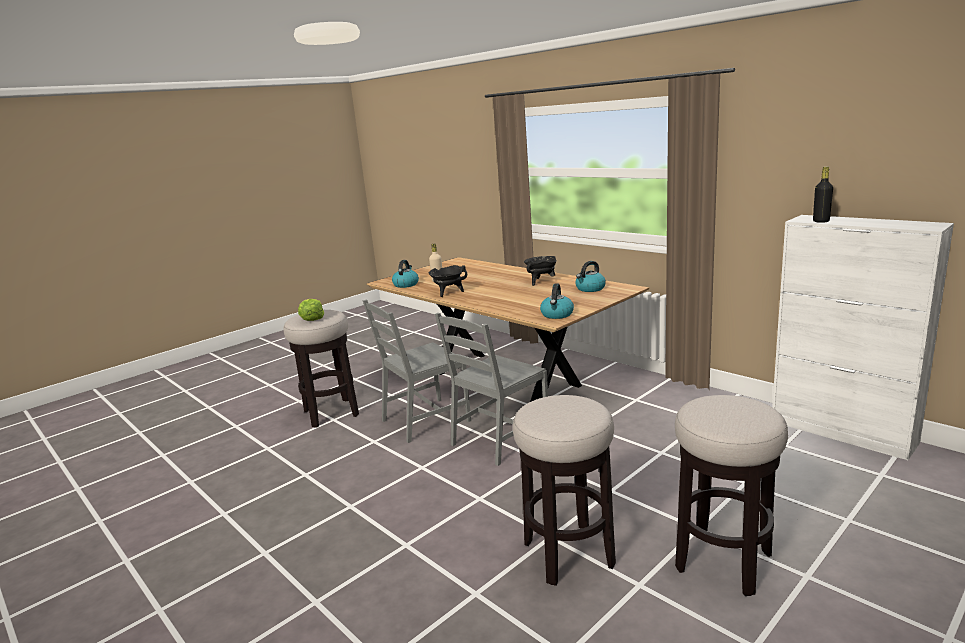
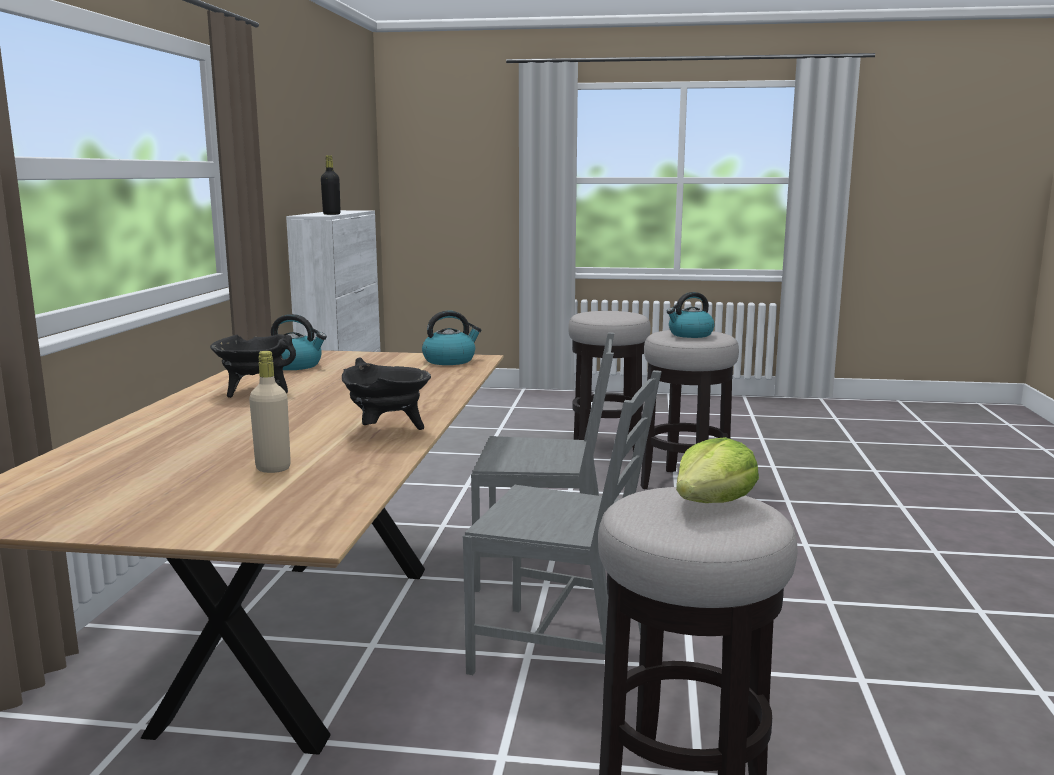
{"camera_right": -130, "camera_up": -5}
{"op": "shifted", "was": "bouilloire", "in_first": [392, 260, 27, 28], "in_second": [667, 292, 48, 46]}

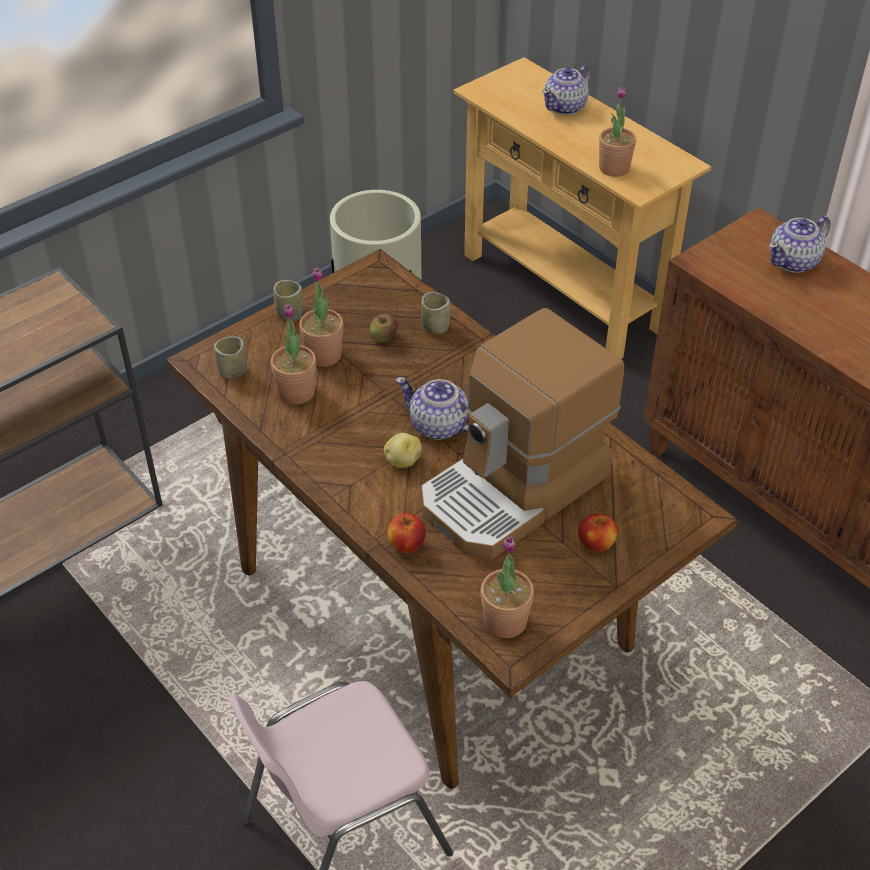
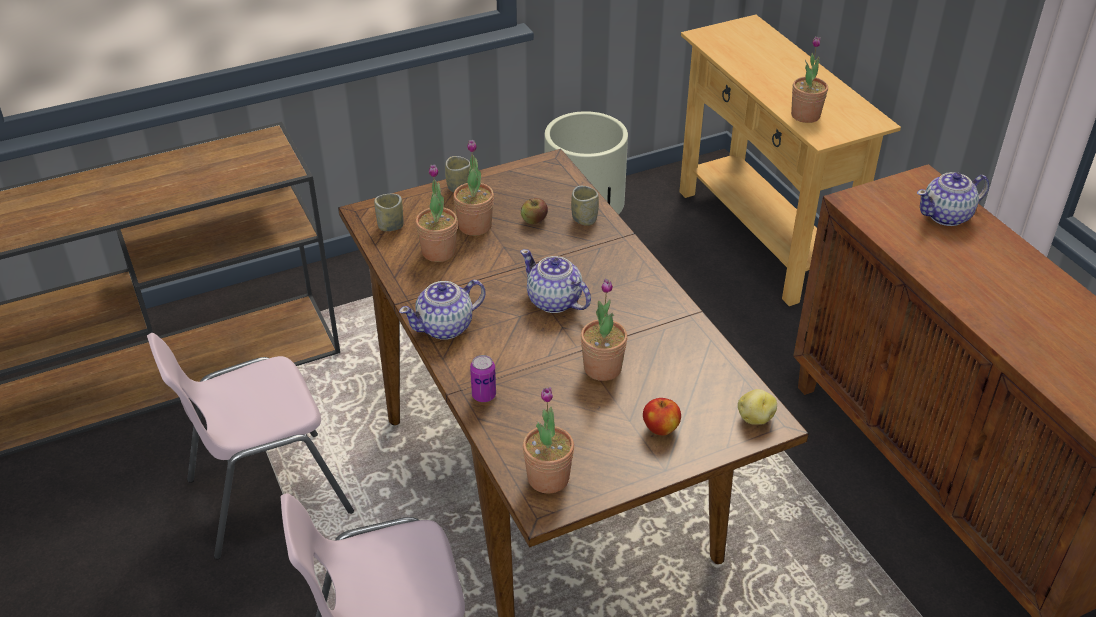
{"camera_right": 15, "camera_up": -5}
{"op": "shifted", "was": "pomme de terre", "in_first": [384, 433, 38, 35], "in_second": [738, 389, 39, 36]}
{"op": "swapped", "was": "pomme", "now": "boîte métallique", "in_first": [387, 513, 39, 40], "in_second": [470, 355, 26, 47]}
{"op": "swapped", "was": "machine à café", "now": "plante en pot", "in_first": [421, 308, 203, 251], "in_second": [581, 278, 47, 103]}
{"op": "shifted", "was": "théière", "in_first": [542, 65, 49, 50], "in_second": [399, 280, 87, 60]}
{"op": "new", "now": "chaise [rose]", "in_second": [147, 333, 207, 226]}

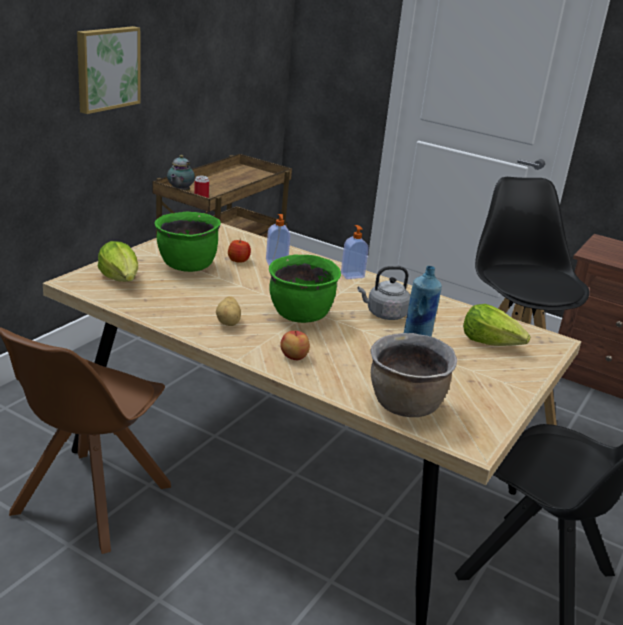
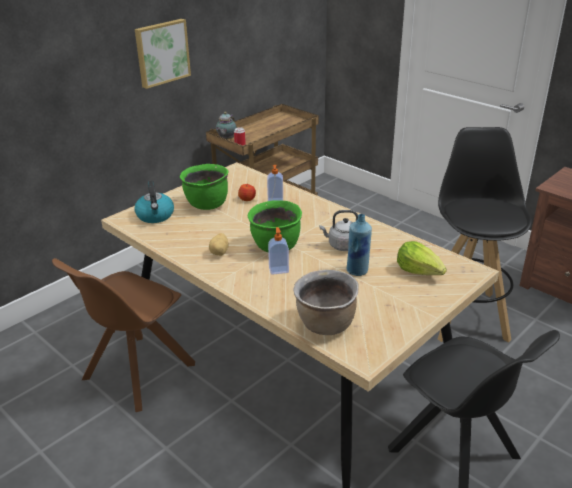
{"camera_right": 15, "camera_up": 5}
{"op": "swapped", "was": "laitue", "now": "bouilloire", "in_first": [97, 241, 41, 41], "in_second": [134, 181, 40, 42]}
{"op": "gone", "was": "pomme", "in_first": [280, 330, 30, 30]}
{"op": "shifted", "was": "distributeur de savon", "in_first": [341, 225, 28, 54], "in_second": [268, 227, 21, 48]}

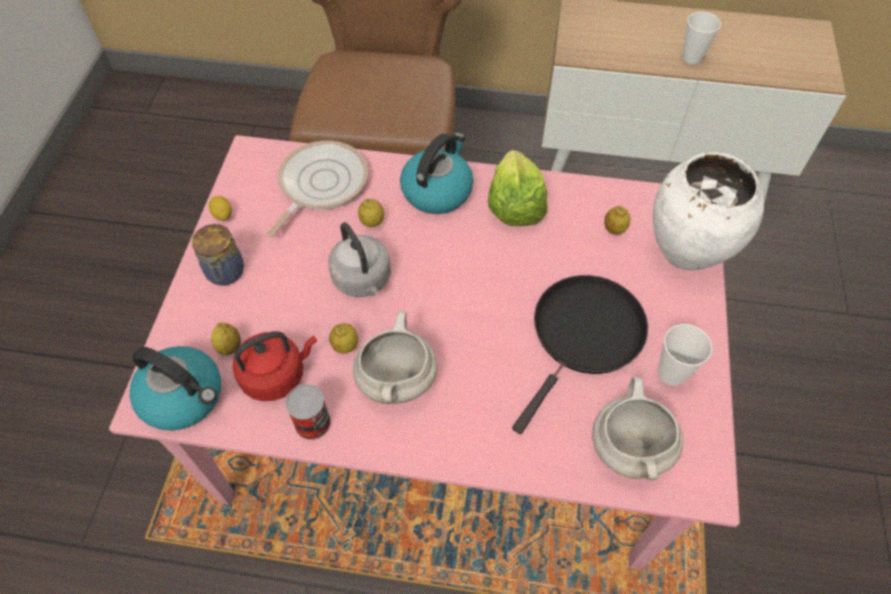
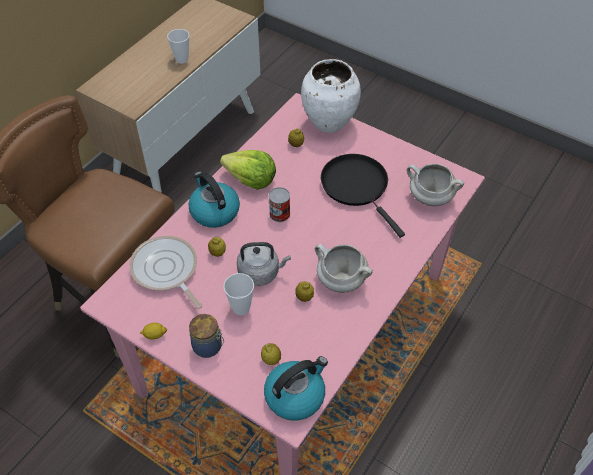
{"camera_right": -65, "camera_up": -5}
{"op": "gone", "was": "bouilloire [rouge]", "in_first": [233, 331, 84, 70]}
{"op": "shifted", "was": "boîte métallique", "in_first": [286, 384, 45, 56], "in_second": [269, 187, 21, 35]}
{"op": "shifted", "was": "tasse", "in_first": [659, 324, 54, 62], "in_second": [223, 273, 31, 42]}

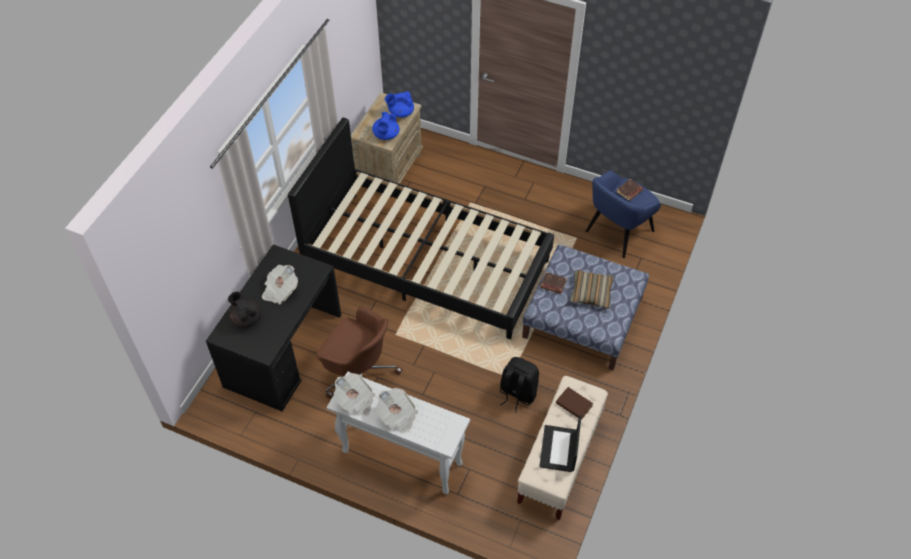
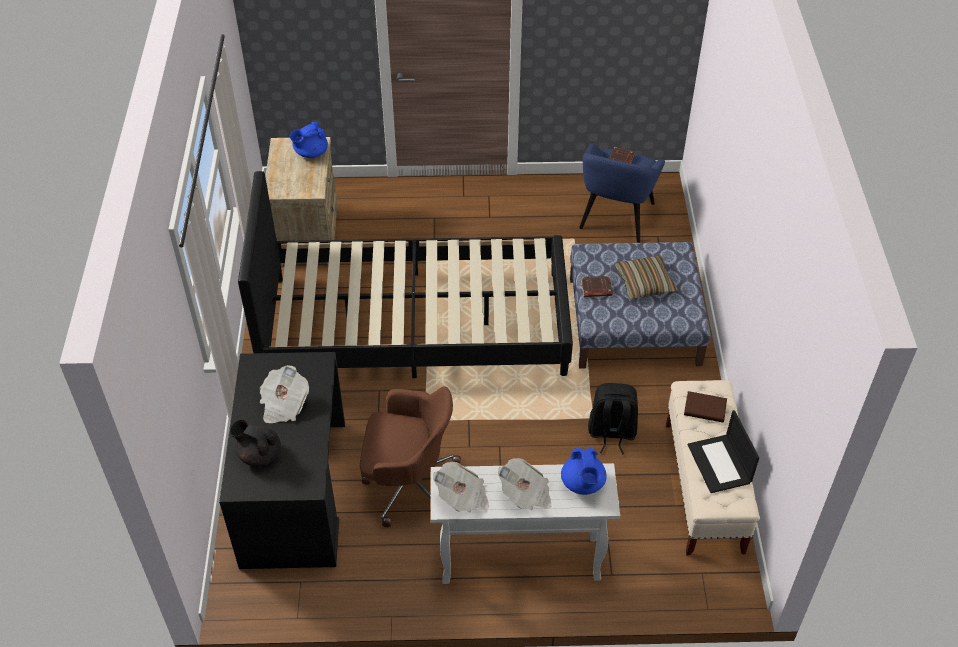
{"camera_right": -25, "camera_up": -5}
{"op": "shifted", "was": "théière [bleu]", "in_first": [372, 112, 27, 28], "in_second": [561, 448, 46, 47]}

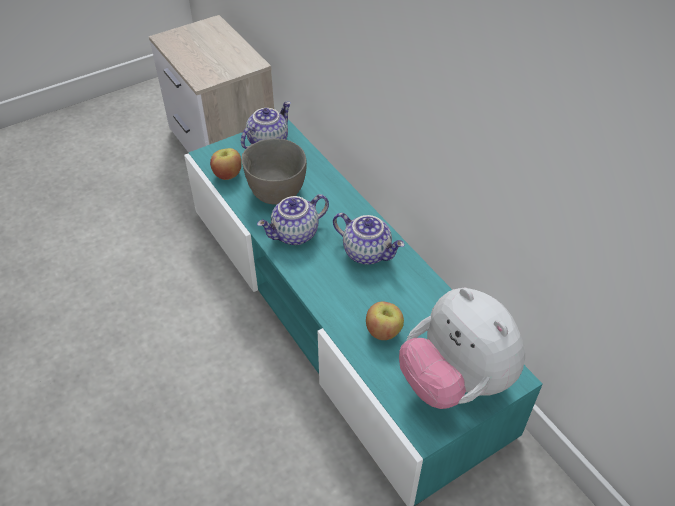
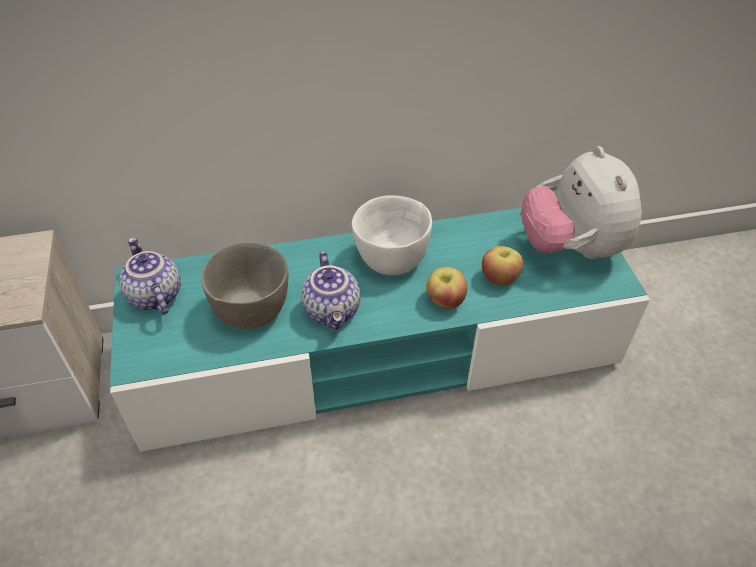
{"camera_right": -70, "camera_up": 0}
{"op": "shifted", "was": "pomme", "in_first": [210, 148, 32, 32], "in_second": [426, 267, 41, 42]}
{"op": "swapped", "was": "théière", "now": "bol [blanc]", "in_first": [333, 213, 72, 51], "in_second": [352, 195, 80, 81]}
{"op": "rotated", "was": "peluche", "in_first": [399, 288, 126, 121], "in_second": [521, 146, 121, 113], "clockwise": 90}

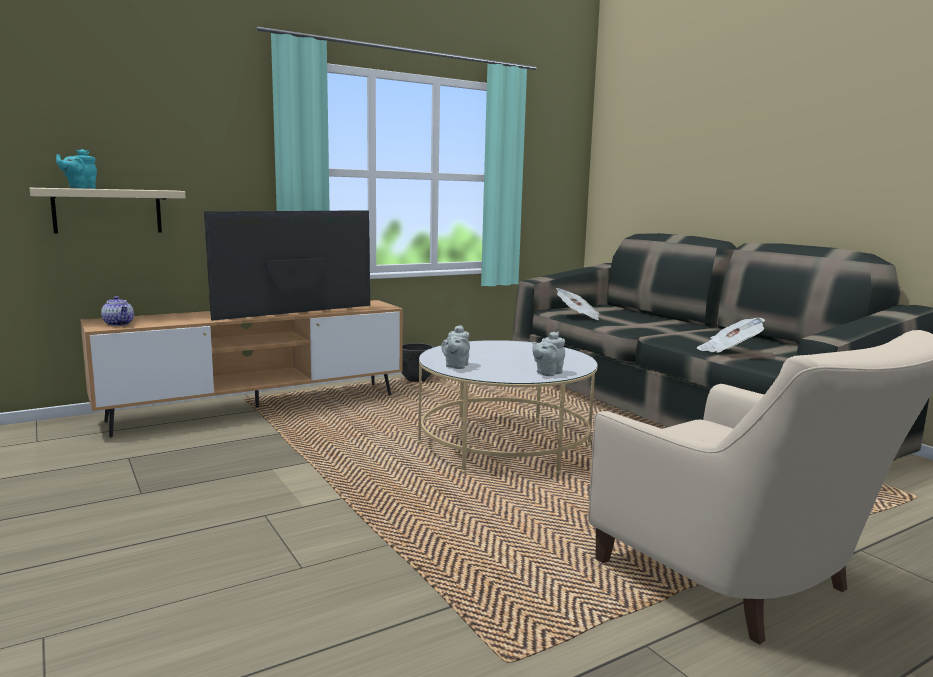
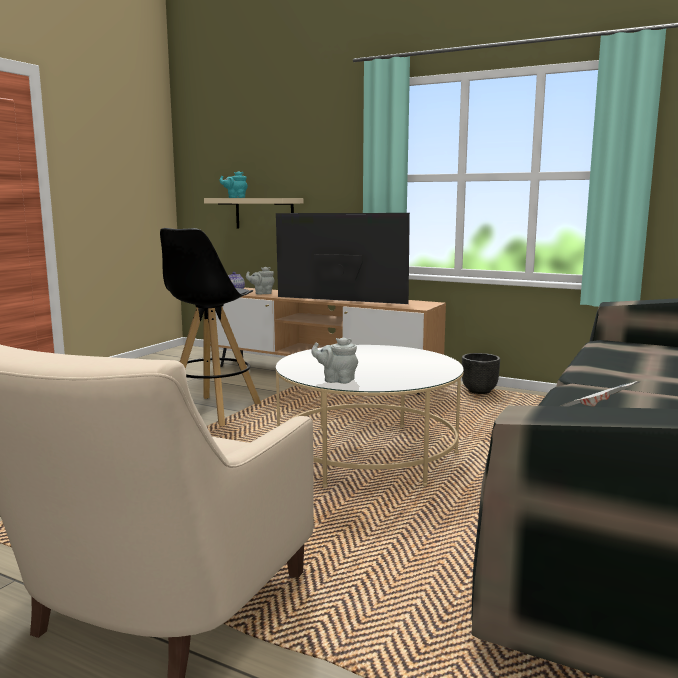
{"camera_right": 60, "camera_up": 0}
{"op": "shifted", "was": "théière [gris]", "in_first": [441, 325, 29, 44], "in_second": [246, 267, 29, 28]}
{"op": "gone", "was": "journal", "in_first": [556, 288, 43, 32]}
{"op": "new", "now": "tabouret [noir]", "in_second": [160, 228, 101, 198]}

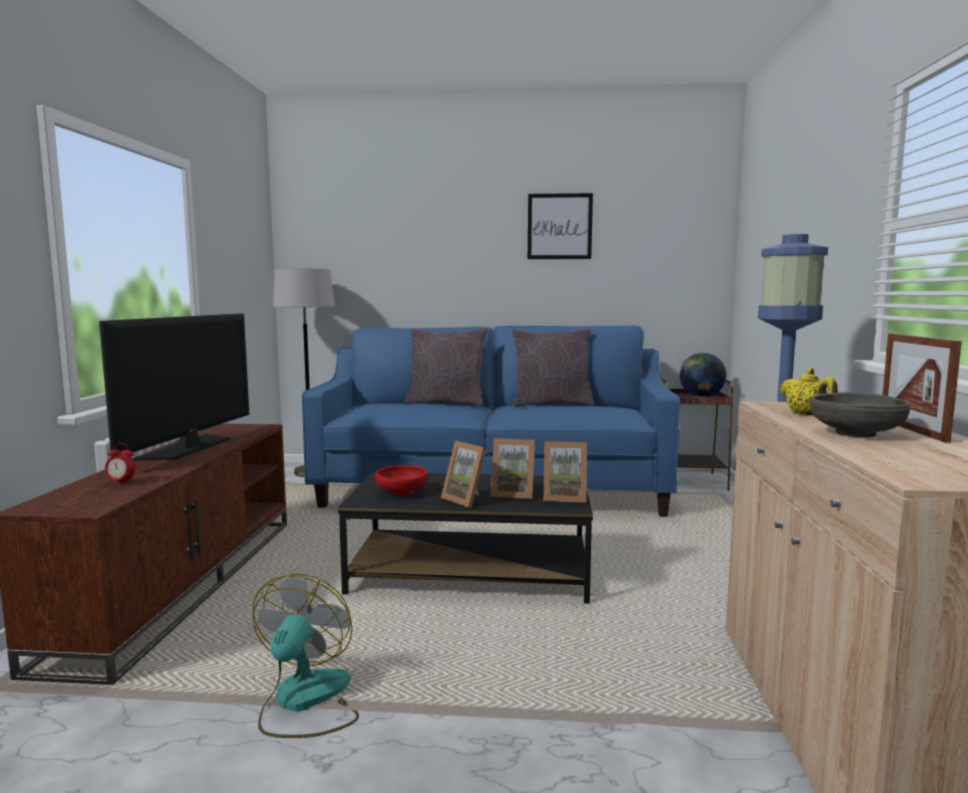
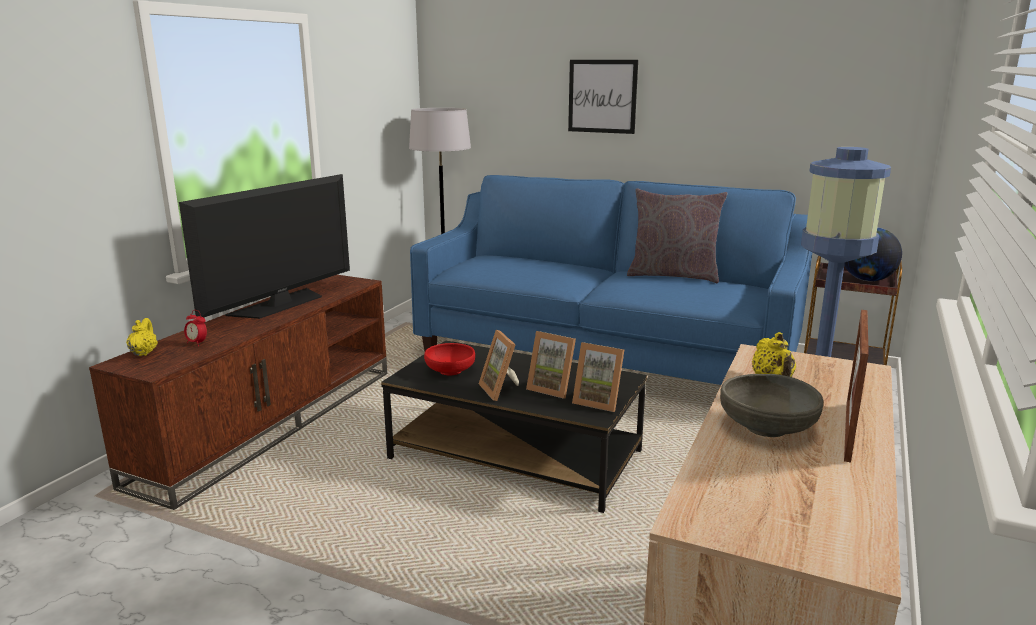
{"camera_right": 20, "camera_up": 10}
{"op": "gone", "was": "ventilateur", "in_first": [253, 574, 106, 164]}
{"op": "gone", "was": "coussin [gris]", "in_first": [404, 328, 84, 79]}
{"op": "shifted", "was": "tableau", "in_first": [528, 193, 65, 66], "in_second": [568, 60, 70, 74]}
{"op": "new", "now": "théière [jaune]", "in_second": [126, 318, 32, 38]}

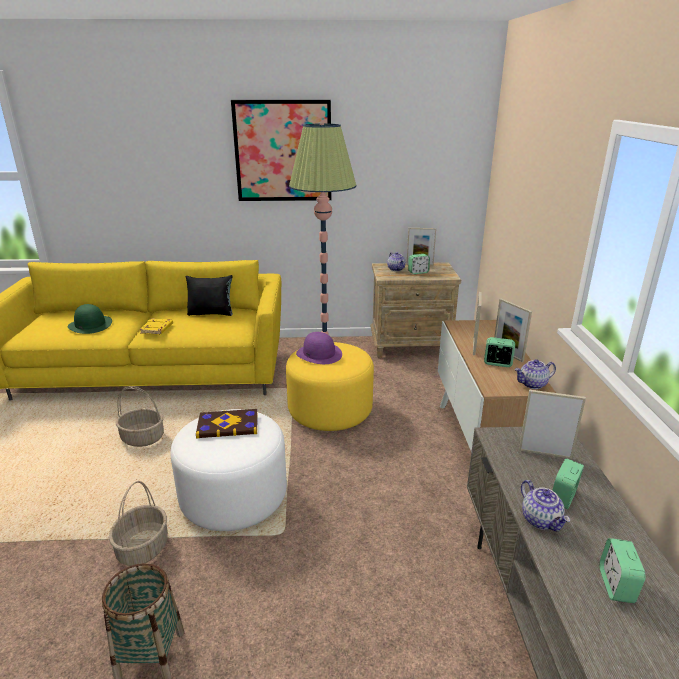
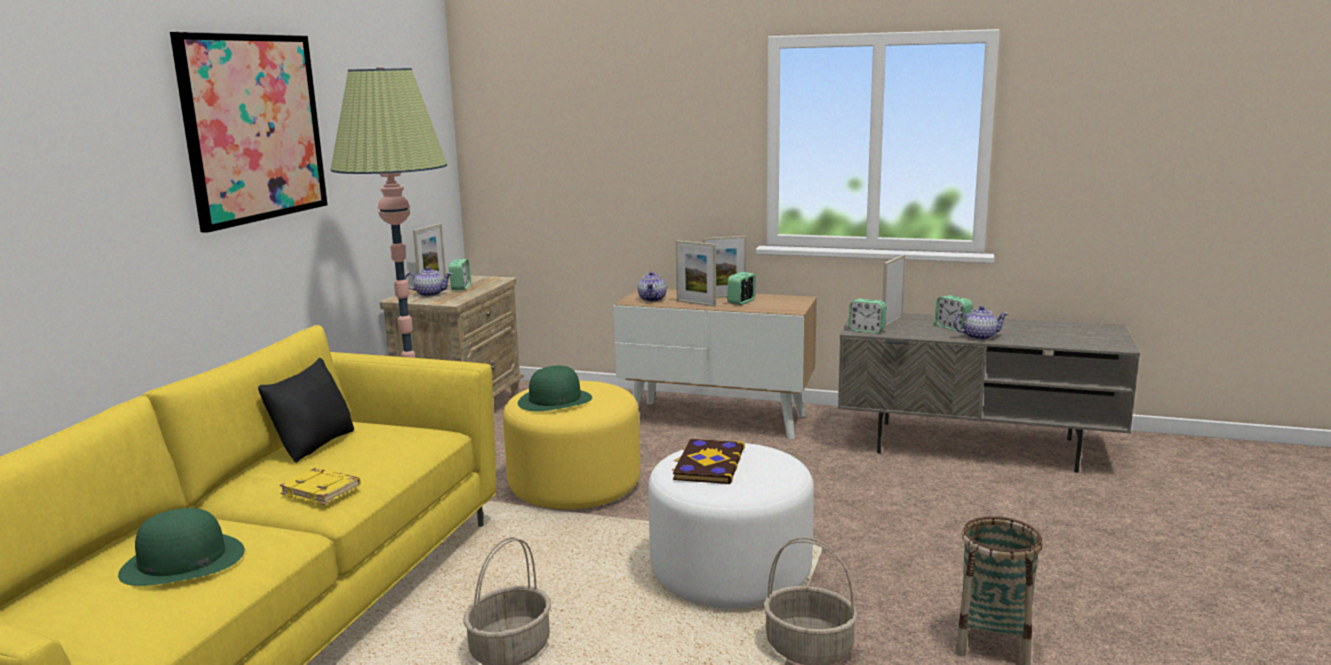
{"camera_right": -70, "camera_up": -10}
{"op": "repainted", "was": "chapeau [violet]", "now": "chapeau [vert]", "in_first": [296, 332, 46, 32], "in_second": [518, 366, 74, 45]}
{"op": "shifted", "was": "théière", "in_first": [515, 359, 41, 30], "in_second": [638, 272, 29, 30]}
{"op": "shifted", "was": "réveil", "in_first": [599, 538, 47, 65], "in_second": [849, 299, 37, 34]}

